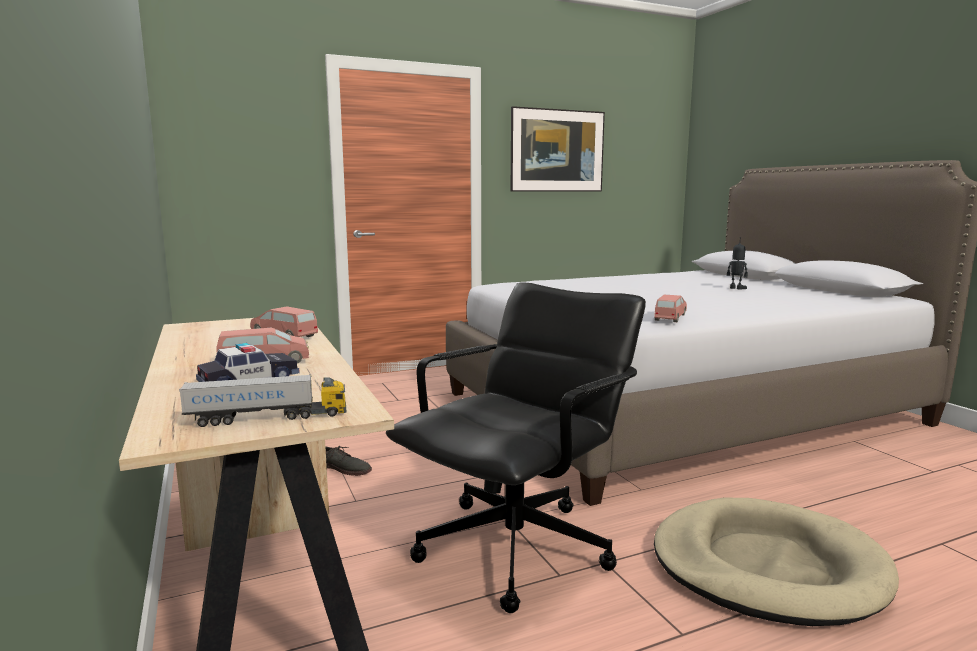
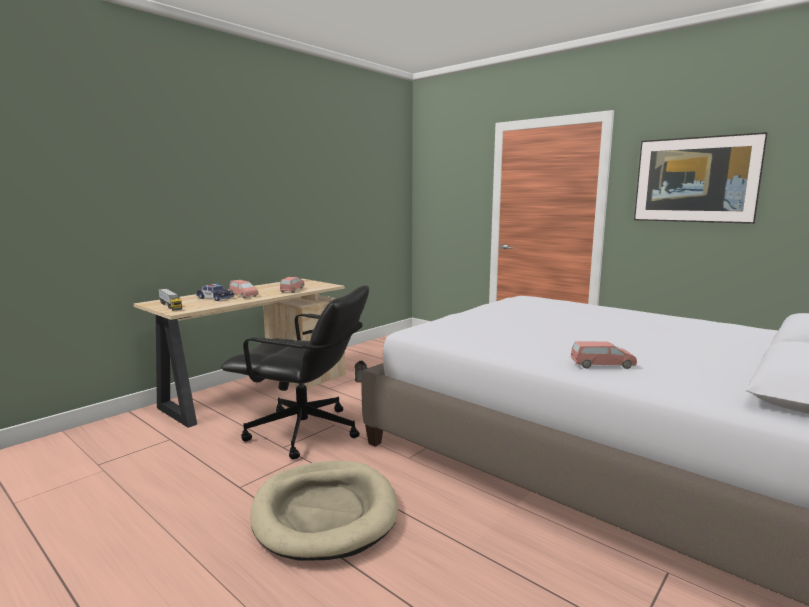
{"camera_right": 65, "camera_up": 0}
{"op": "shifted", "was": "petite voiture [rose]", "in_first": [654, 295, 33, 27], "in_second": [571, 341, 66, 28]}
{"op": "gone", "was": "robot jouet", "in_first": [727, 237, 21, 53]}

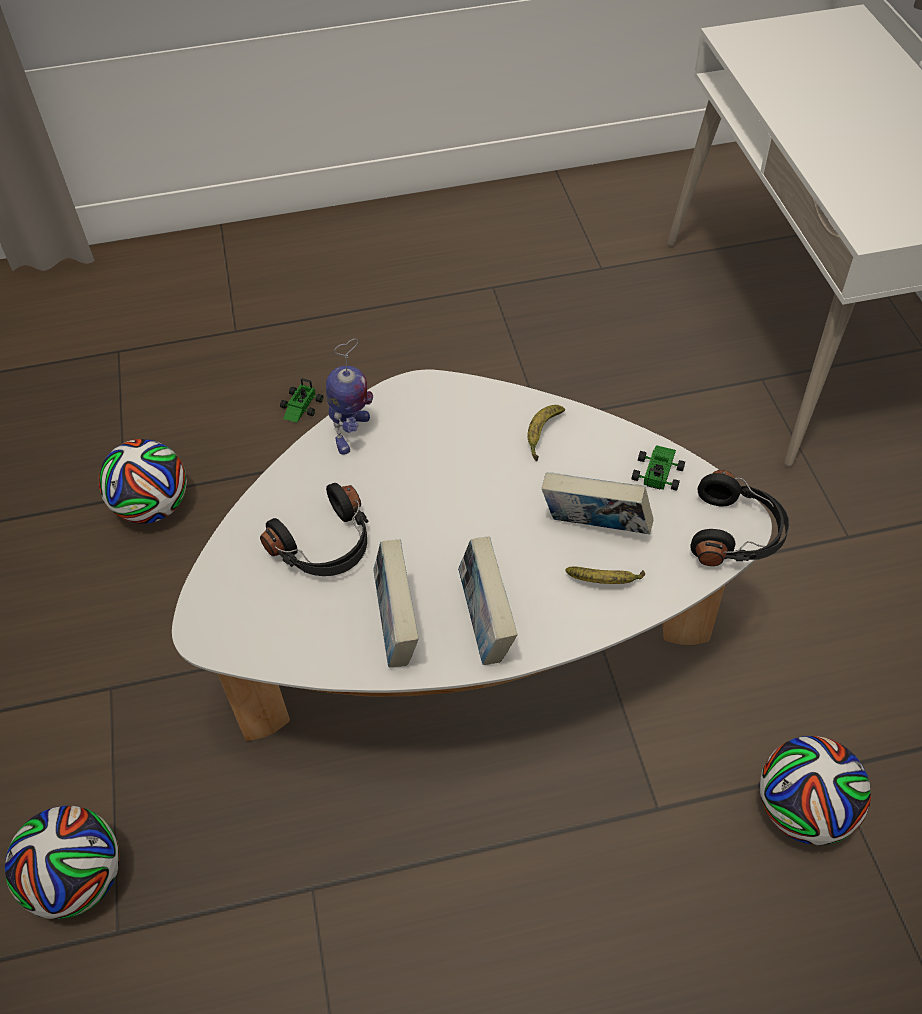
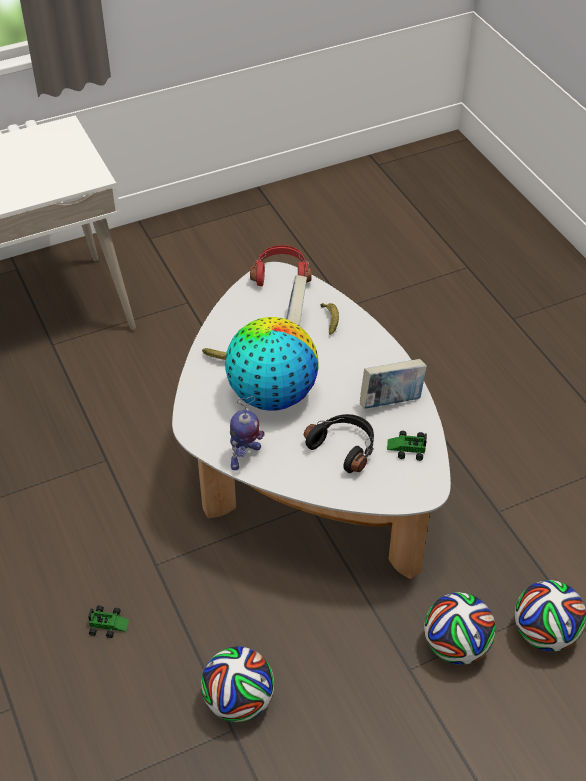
{"camera_right": -105, "camera_up": -5}
{"op": "rotated", "was": "robot jouet", "in_first": [326, 339, 47, 116], "in_second": [230, 396, 35, 74], "clockwise": 120}
{"op": "gone", "was": "livre", "in_first": [458, 537, 59, 128]}
{"op": "shifted", "was": "petite voiture", "in_first": [632, 445, 53, 46], "in_second": [387, 431, 40, 30]}
{"op": "repainted", "was": "casque audio [noir]", "now": "casque audio [rouge]", "in_first": [690, 470, 99, 96], "in_second": [250, 245, 61, 41]}
{"op": "shifted", "was": "ballon de foot", "in_first": [760, 736, 111, 109], "in_second": [424, 592, 72, 73]}
{"op": "new", "now": "globe", "in_second": [225, 317, 94, 94]}

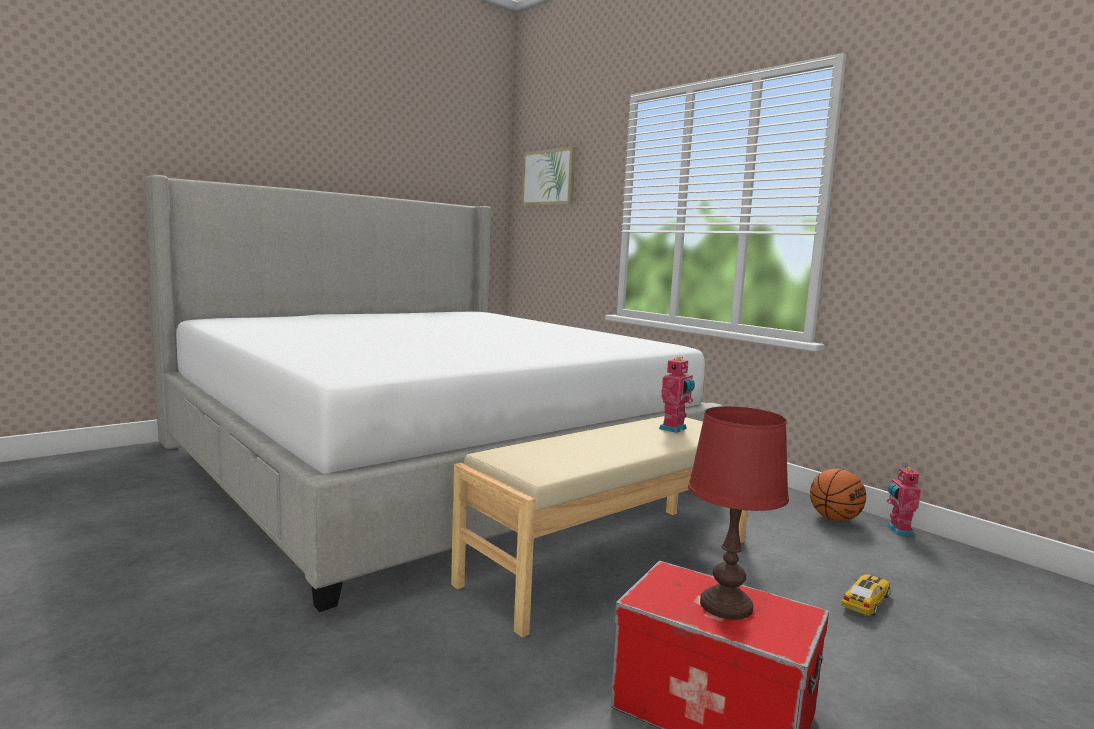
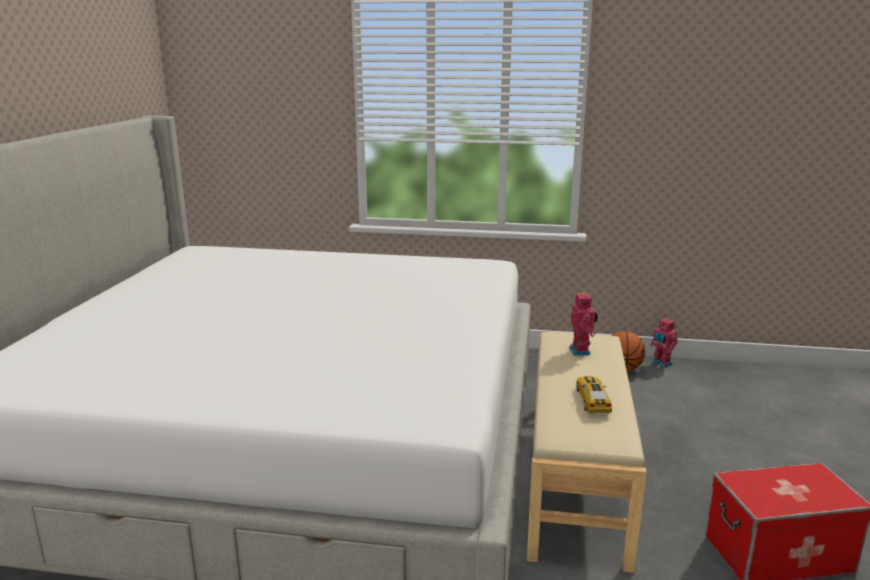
{"camera_right": -40, "camera_up": 10}
{"op": "gone", "was": "tableau", "in_first": [522, 146, 54, 60]}
{"op": "gone", "was": "lampe de table [rouge]", "in_first": [688, 406, 101, 214]}
{"op": "shifted", "was": "petite voiture", "in_first": [841, 574, 49, 42], "in_second": [576, 376, 36, 37]}

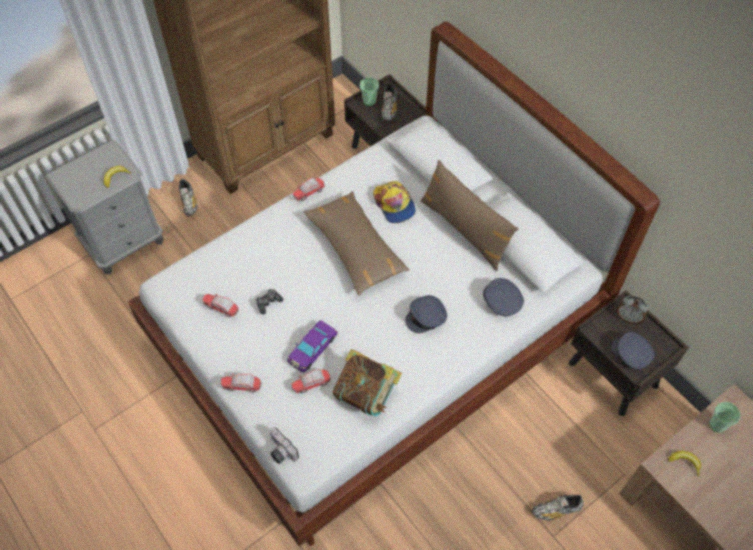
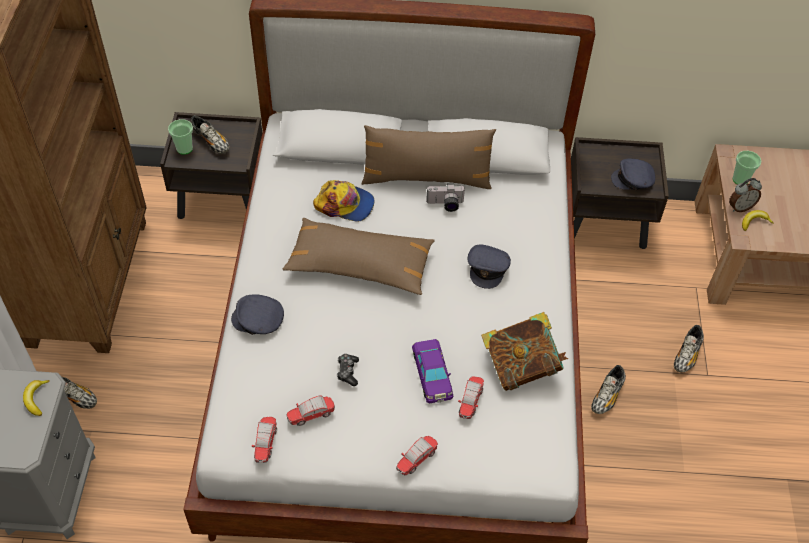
{"camera_right": -50, "camera_up": -5}
{"op": "shifted", "was": "appareil photo", "in_first": [269, 427, 30, 37], "in_second": [426, 184, 40, 28]}
{"op": "shifted", "was": "petite voiture", "in_first": [292, 178, 32, 23], "in_second": [252, 417, 25, 46]}
{"op": "shifted", "was": "casquette [gris]", "in_first": [483, 278, 41, 39], "in_second": [231, 294, 53, 41]}
{"op": "shifted", "was": "réveil", "in_first": [617, 296, 31, 28], "in_second": [729, 178, 33, 34]}
{"op": "new", "now": "chaussure", "in_second": [591, 365, 35, 49]}

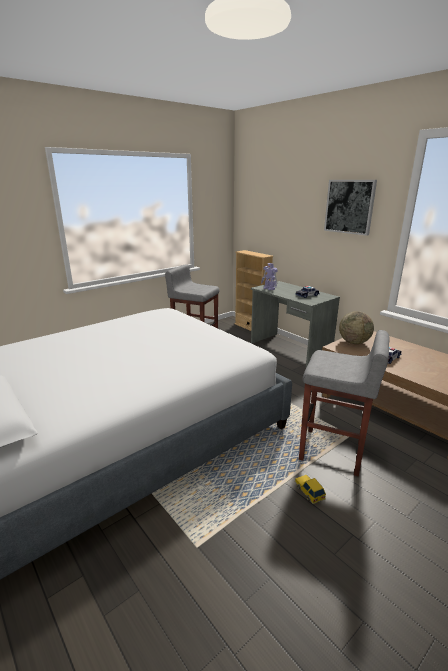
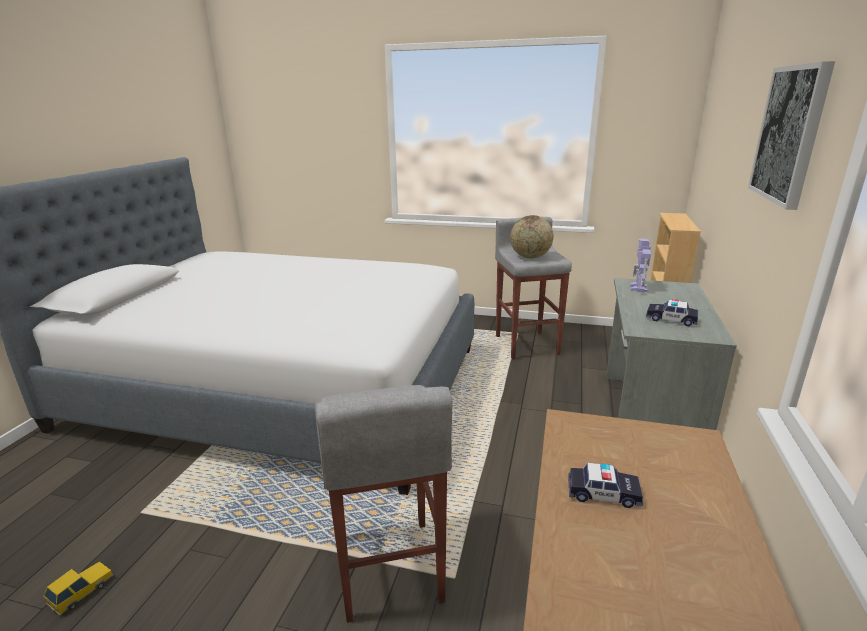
{"camera_right": 55, "camera_up": 0}
{"op": "shifted", "was": "petite voiture", "in_first": [295, 475, 31, 29], "in_second": [44, 562, 70, 54]}
{"op": "shifted", "was": "globe", "in_first": [339, 311, 35, 33], "in_second": [510, 215, 43, 43]}

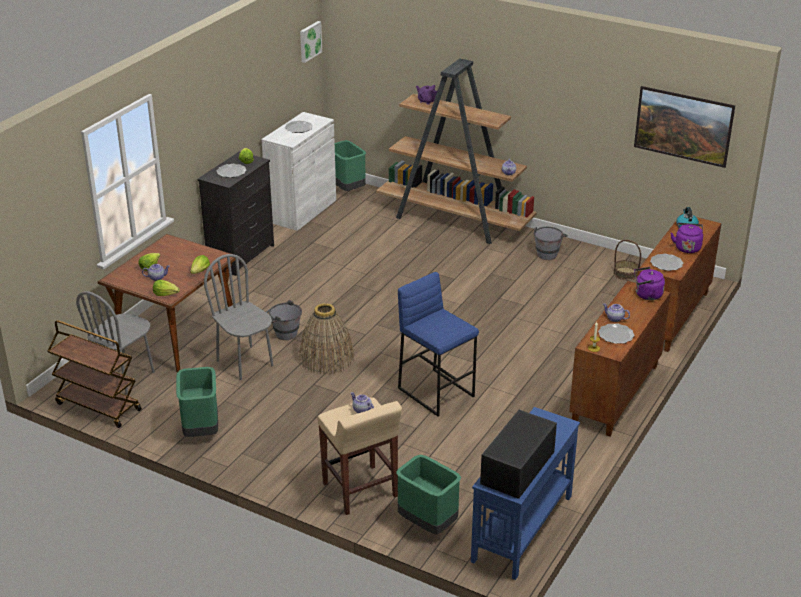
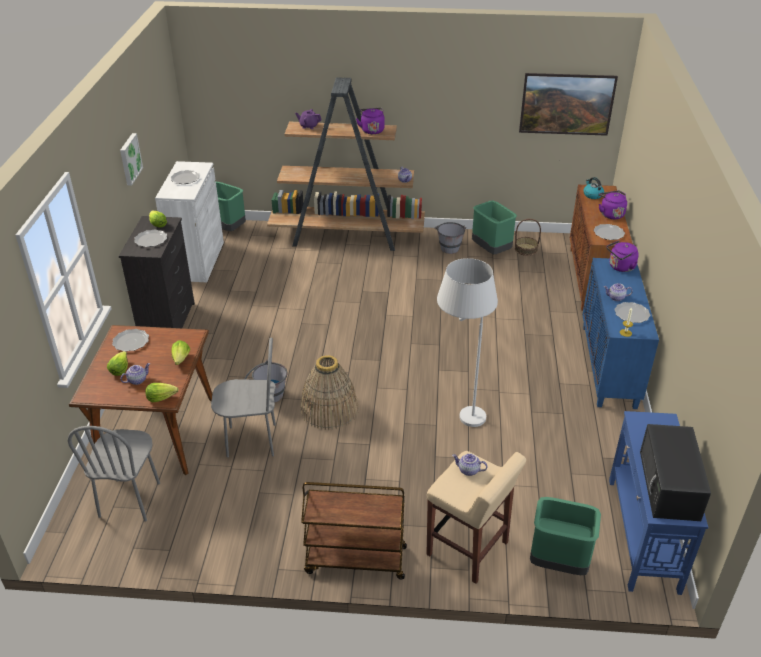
{"camera_right": -25, "camera_up": 5}
{"op": "shifted", "was": "chariot [marron]", "in_first": [48, 320, 94, 108], "in_second": [301, 482, 106, 98]}
{"op": "shifted", "was": "poubelle [vert]", "in_first": [176, 367, 42, 70], "in_second": [472, 201, 45, 53]}
{"op": "rotated", "was": "chaise [gris]", "in_first": [204, 254, 69, 126], "in_second": [211, 338, 65, 120], "clockwise": 150}
{"op": "shifted", "was": "tableau", "in_first": [300, 21, 22, 42], "in_second": [120, 133, 23, 53]}
{"op": "swapped", "was": "tabouret [bleu]", "now": "lampadaire [blanc]", "in_first": [398, 272, 81, 145], "in_second": [437, 258, 61, 169]}
{"op": "repainted", "was": "meuble de rangement [marron]", "now": "meuble de rangement [bleu]", "in_first": [569, 281, 102, 155], "in_second": [582, 258, 77, 151]}
{"op": "new", "now": "assiette", "in_second": [112, 329, 37, 22]}
{"op": "new", "now": "bouilloire [violet]", "in_second": [356, 108, 29, 26]}

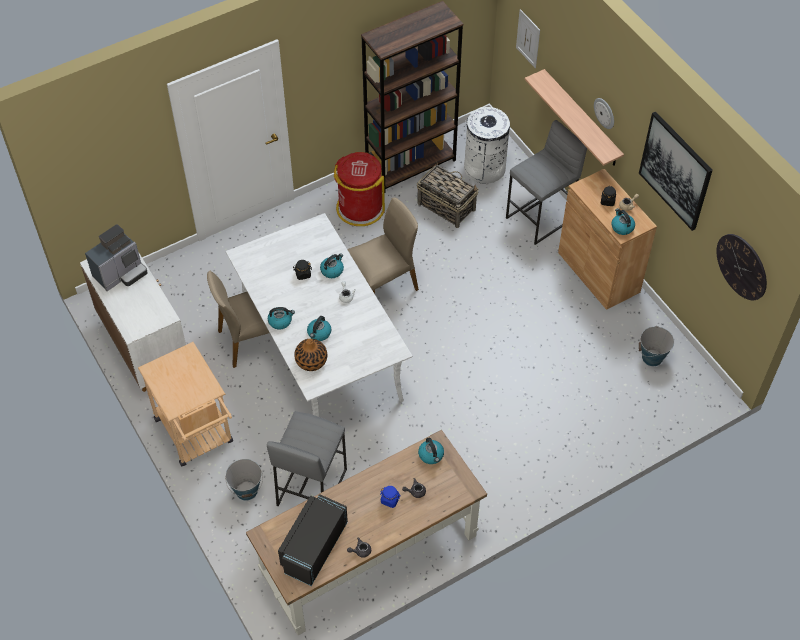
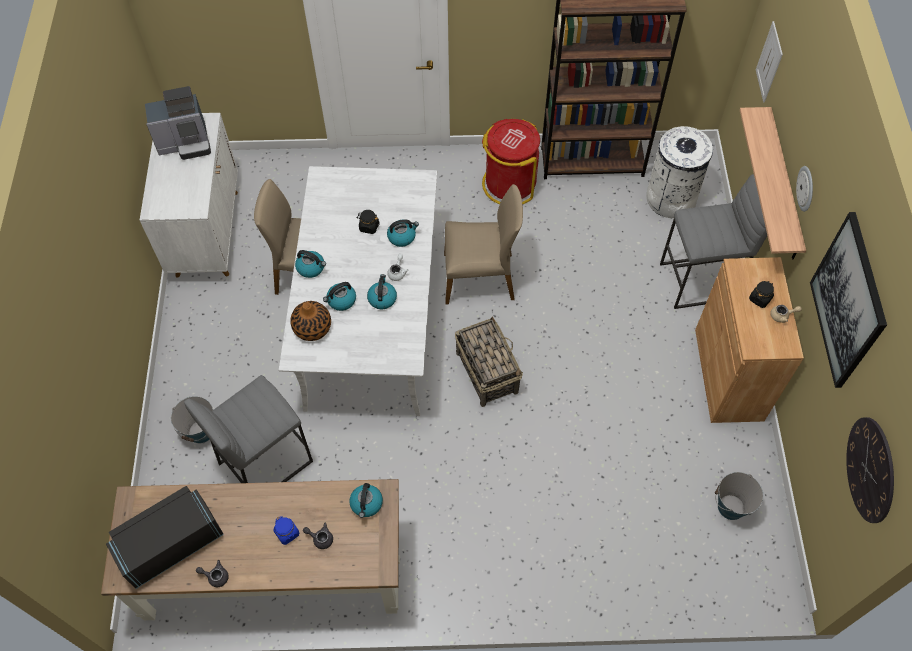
{"camera_right": 30, "camera_up": 5}
{"op": "gone", "was": "chariot [beige]", "in_first": [138, 342, 95, 125]}
{"op": "shifted", "was": "panier", "in_first": [417, 162, 62, 66], "in_second": [455, 316, 68, 91]}
{"op": "shifted", "was": "bouilloire", "in_first": [611, 208, 24, 27], "in_second": [367, 274, 30, 35]}

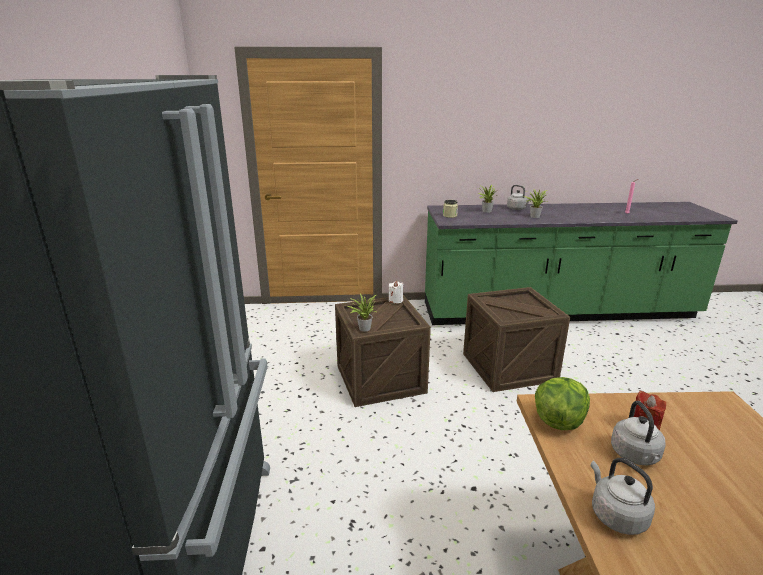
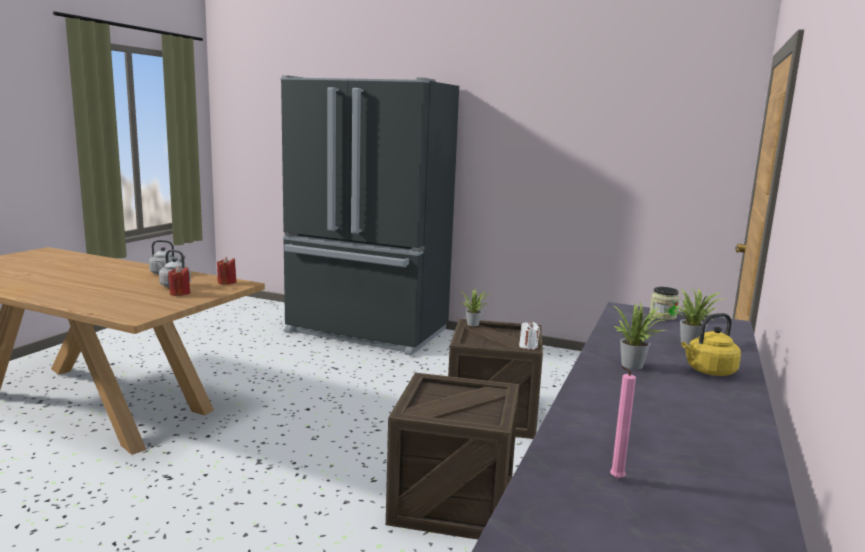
{"camera_right": 115, "camera_up": -10}
{"op": "repainted", "was": "bouilloire [gris]", "now": "bouilloire [jaune]", "in_first": [507, 185, 24, 25], "in_second": [681, 313, 60, 63]}
{"op": "swapped", "was": "laitue", "now": "bougie [rouge]", "in_first": [535, 377, 55, 53], "in_second": [217, 256, 19, 29]}

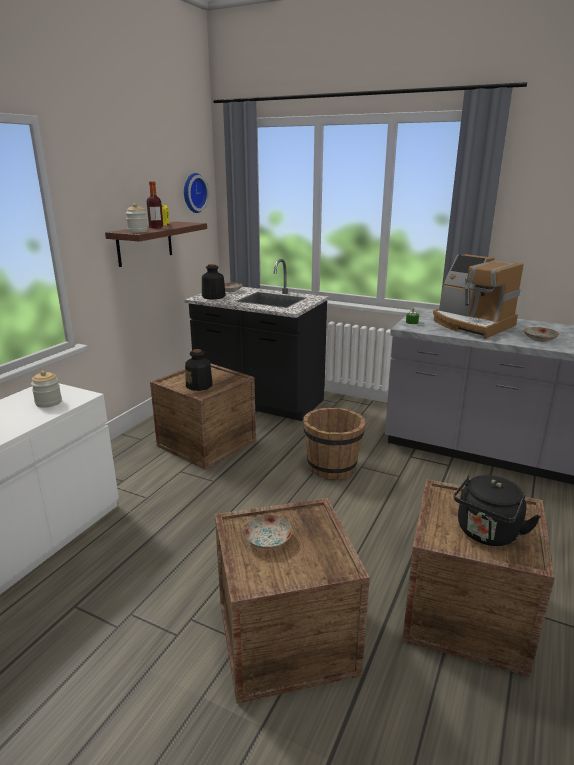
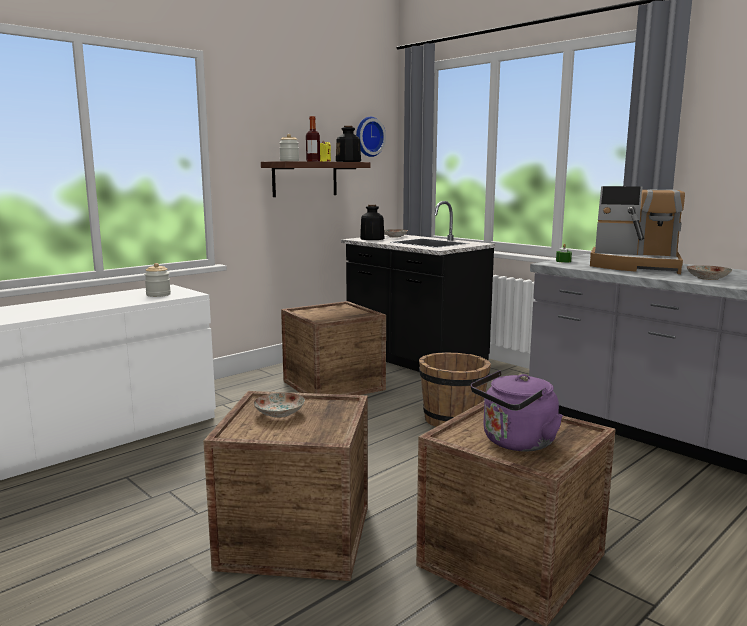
{"camera_right": 20, "camera_up": -10}
{"op": "shifted", "was": "bouteille", "in_first": [185, 349, 28, 42], "in_second": [336, 126, 25, 36]}
{"op": "rotated", "was": "machine à café", "in_first": [433, 254, 91, 85], "in_second": [590, 186, 95, 88], "clockwise": -45}
{"op": "repainted", "was": "bouilloire [noir]", "now": "bouilloire [violet]", "in_first": [454, 475, 87, 71], "in_second": [471, 370, 92, 81]}

